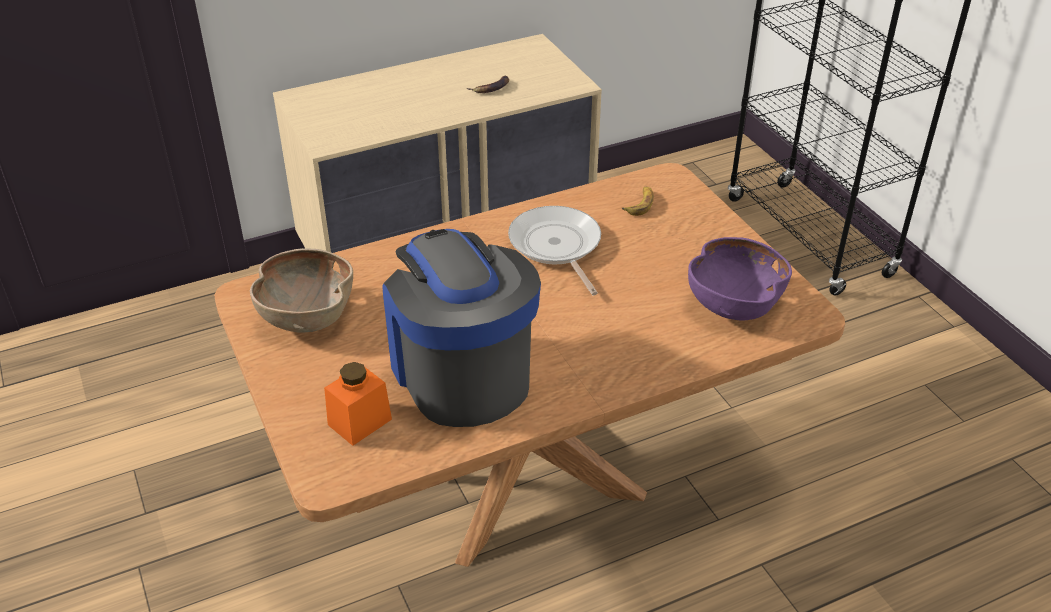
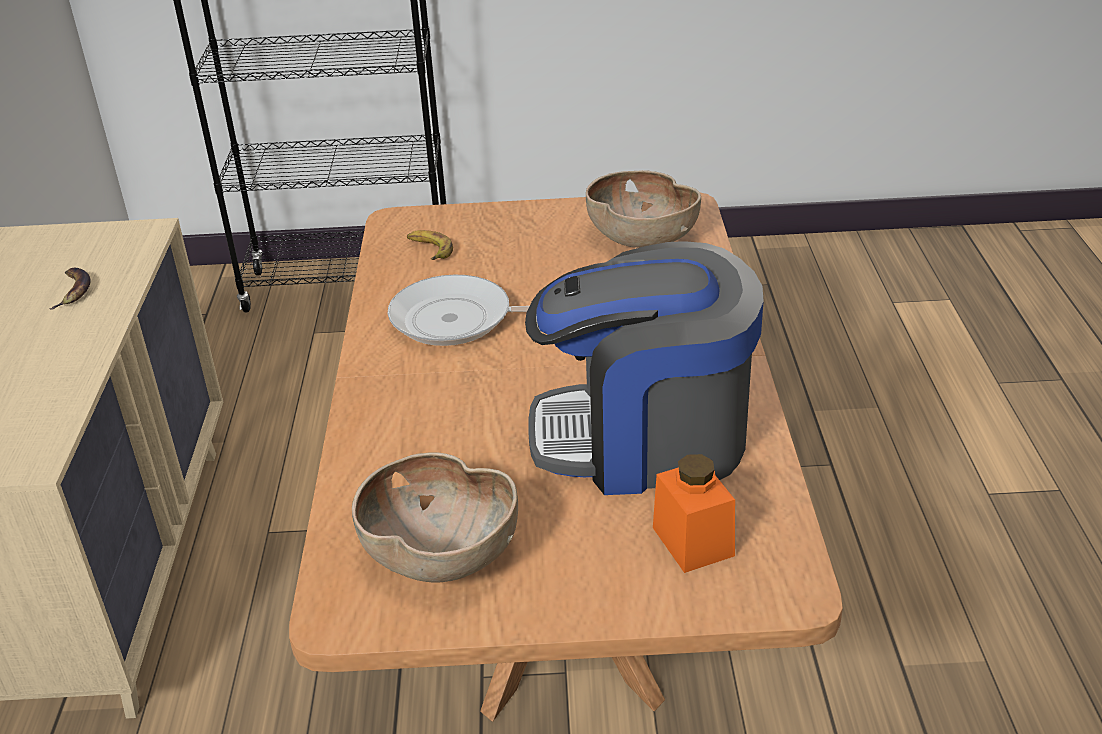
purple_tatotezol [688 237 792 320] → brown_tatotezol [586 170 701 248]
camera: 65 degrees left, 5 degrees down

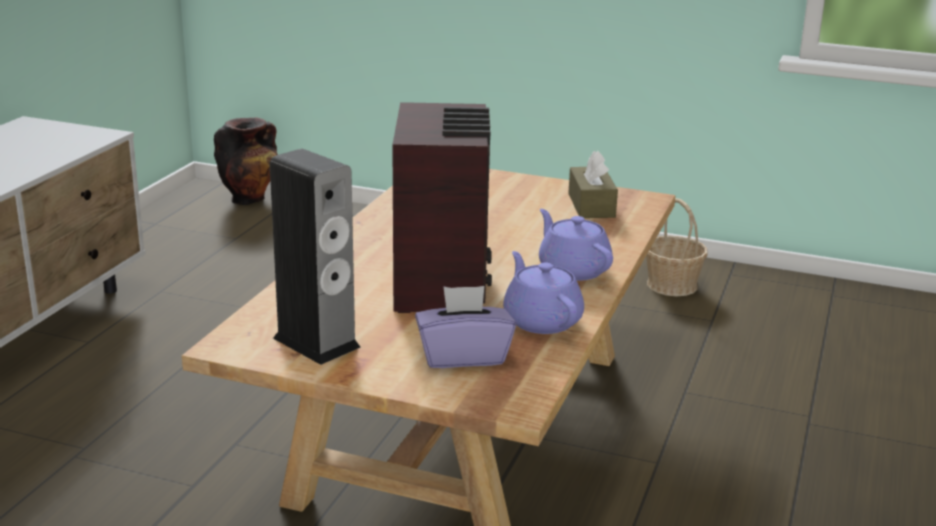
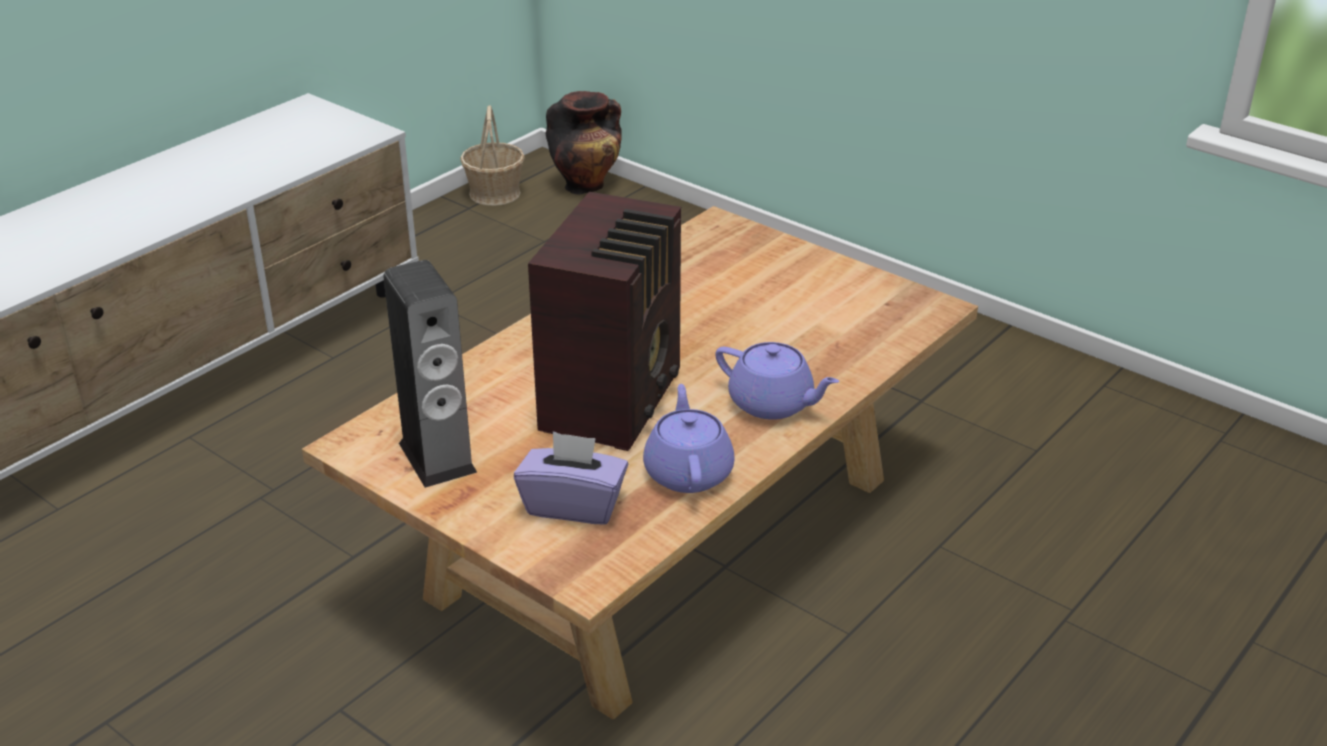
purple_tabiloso [539 209 613 281] → purple_tabiloso [715 342 839 420], 135 degrees clockwise
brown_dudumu [568 151 618 218] → -
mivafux [646 198 708 296] → mivafux [460 105 525 206], shifted
camera: 20 degrees right, 10 degrees up

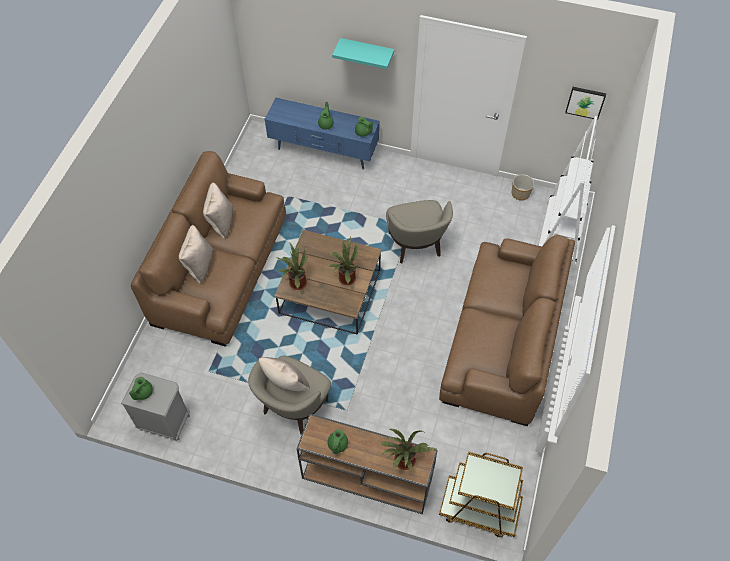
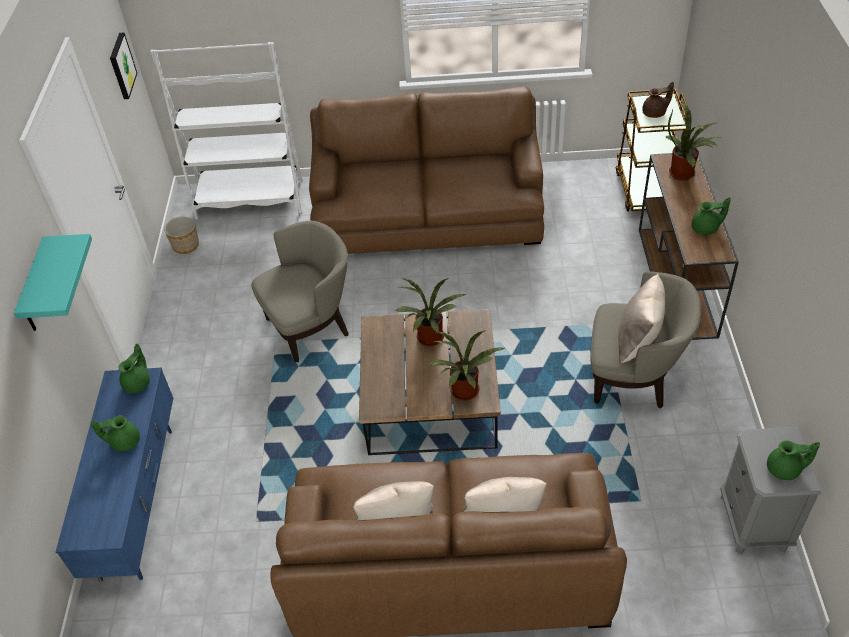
- → brown_tabiloso [642 82 674 118]
camera: 105 degrees left, 10 degrees down

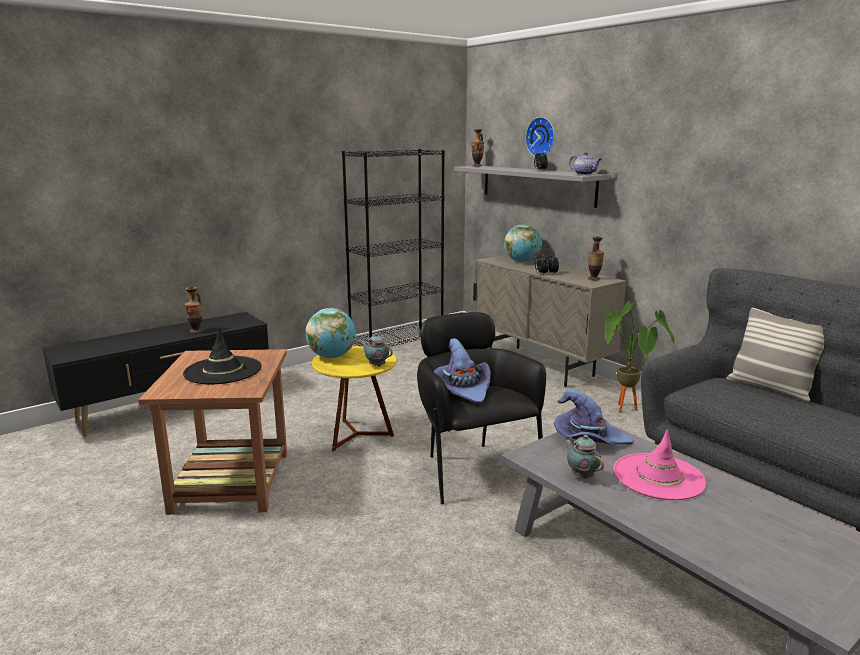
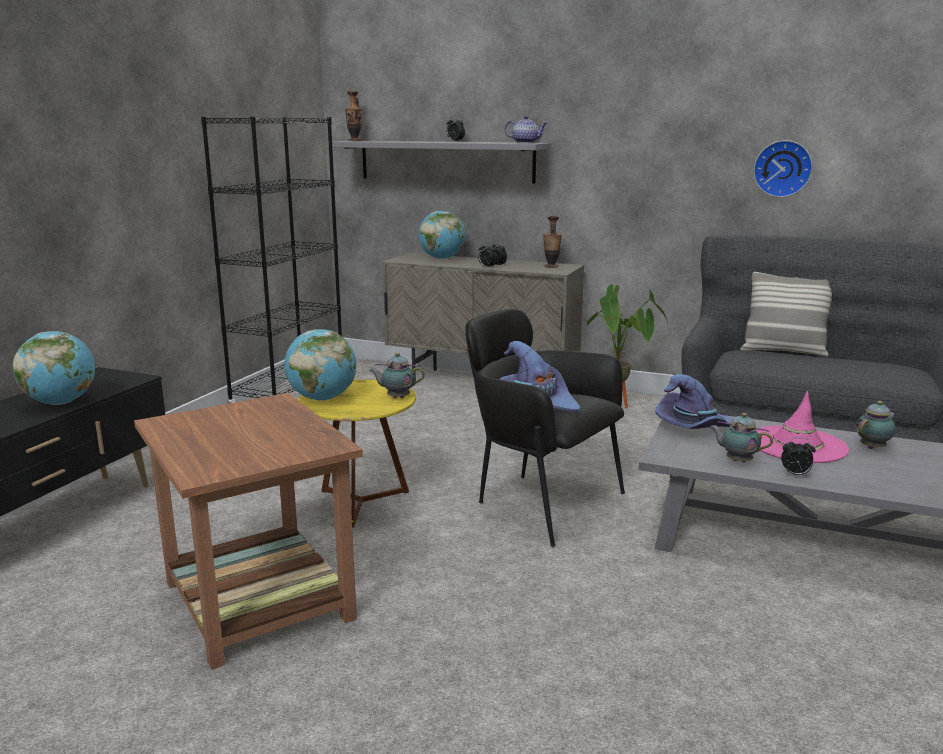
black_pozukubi [183 327 262 384] → -
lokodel [184 287 203 333] → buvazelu [13 331 95 405]
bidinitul [525 117 555 157] → bidinitul [753 140 813 197], shifted
- → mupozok [781 437 816 477]
- → tabiloso [856 401 896 449]
camera: 30 degrees left, 0 degrees up

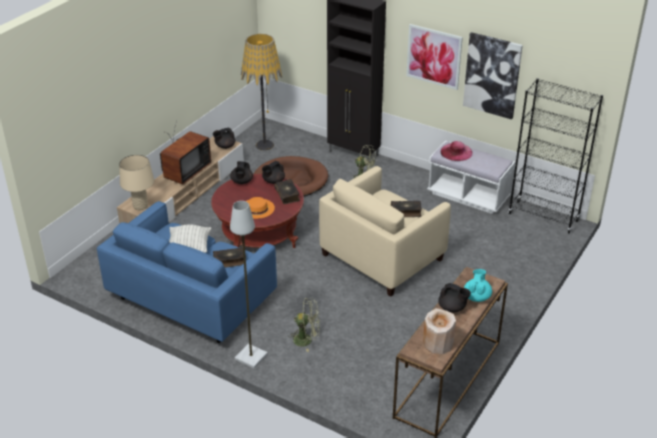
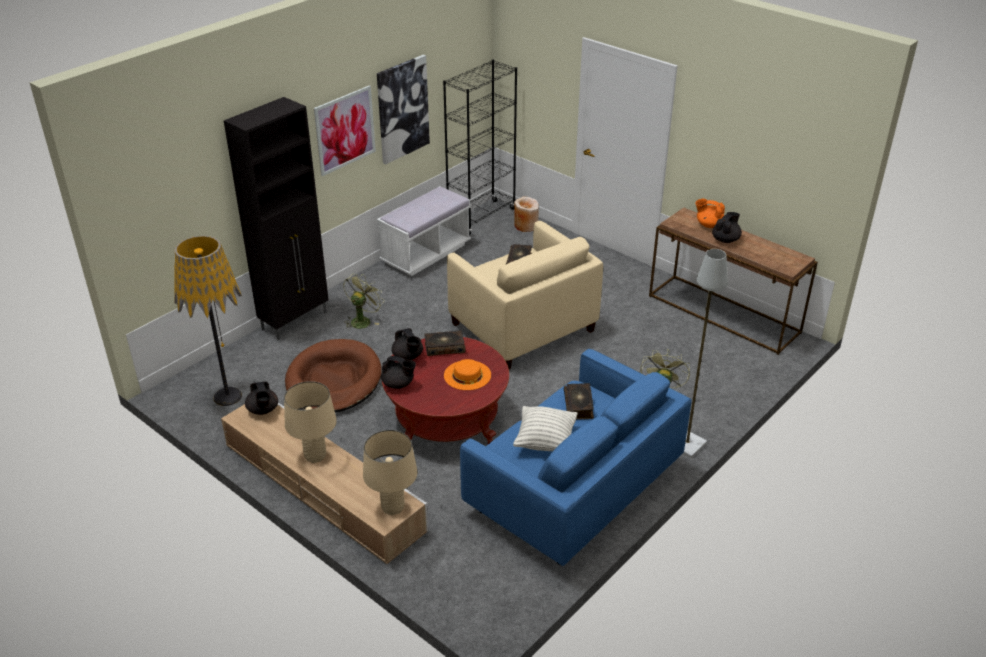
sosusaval [160 121 211 185] → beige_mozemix [284 381 337 463]
beige_lokodel [423 308 456 354] → beige_lokodel [514 196 539 232], shifted
pink_pozukubi [441 141 473 161] → -
turquoise_tabiloso [464 269 492 302] → orange_tabiloso [696 199 725 228]
camera: 80 degrees left, 0 degrees up

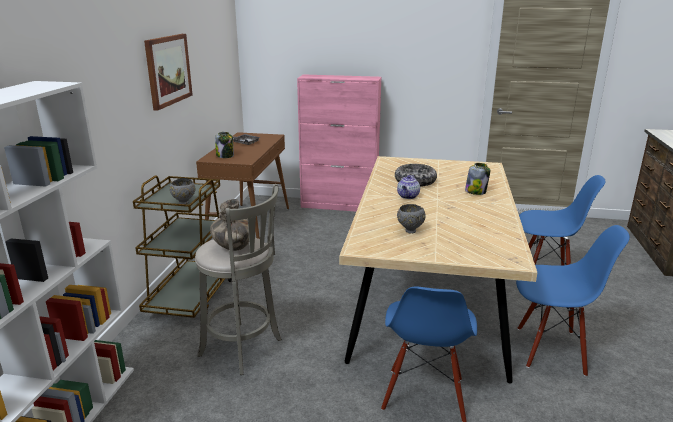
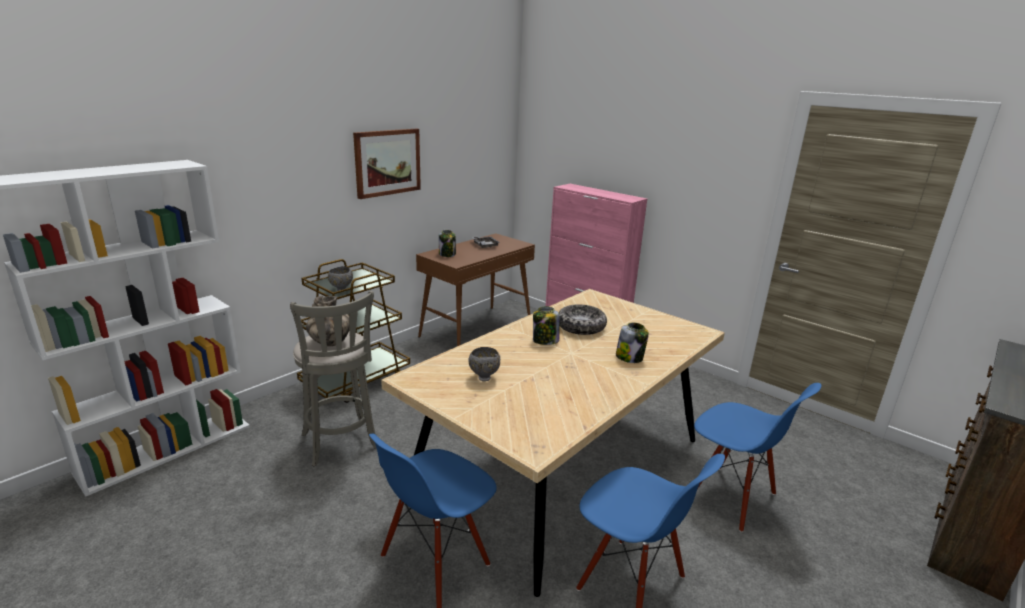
tabiloso [397 175 420 199] → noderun [533 307 560 345]
camera: 30 degrees right, 0 degrees up

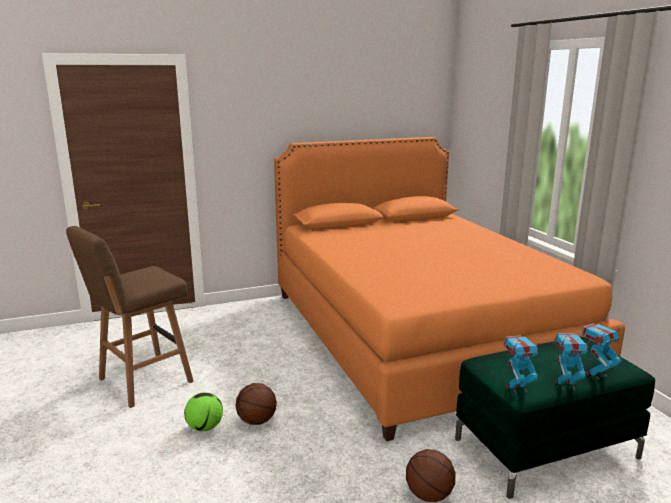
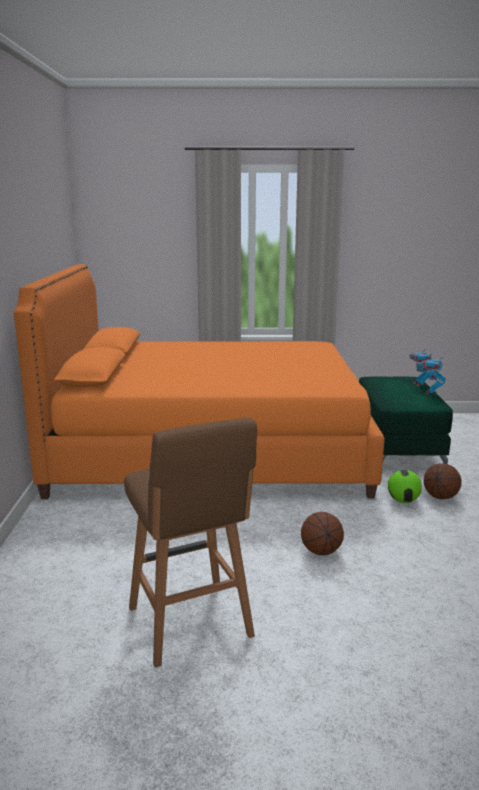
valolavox [184 392 223 432] → valolavox [388 470 422 503], shifted
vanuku [503 335 542 394] → -
camera: 70 degrees left, 0 degrees up

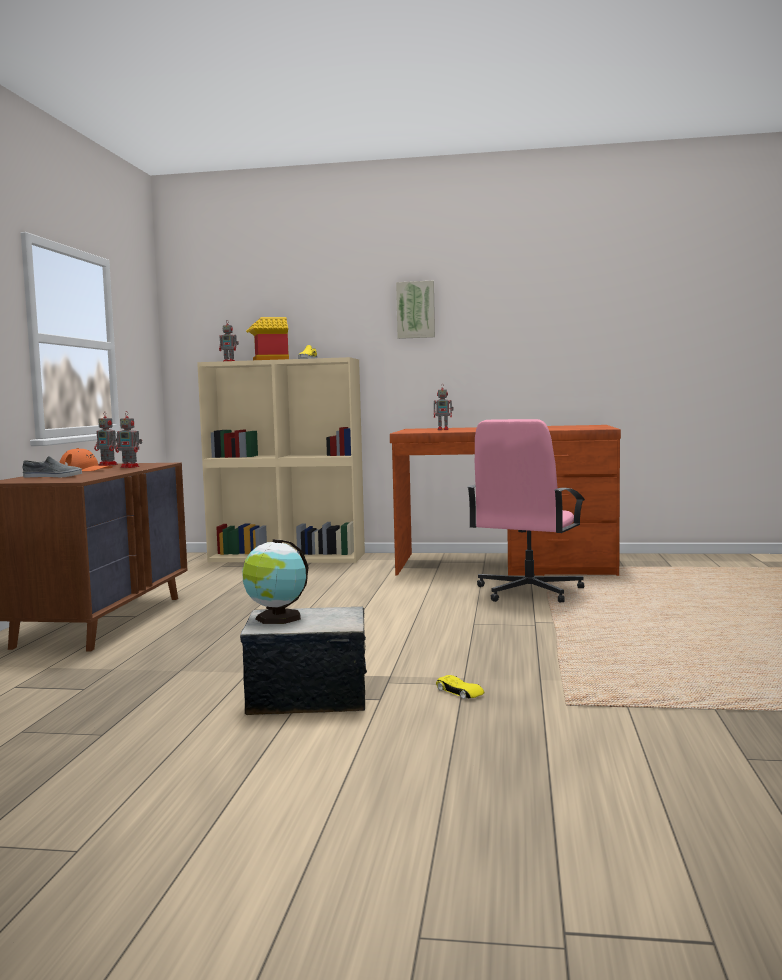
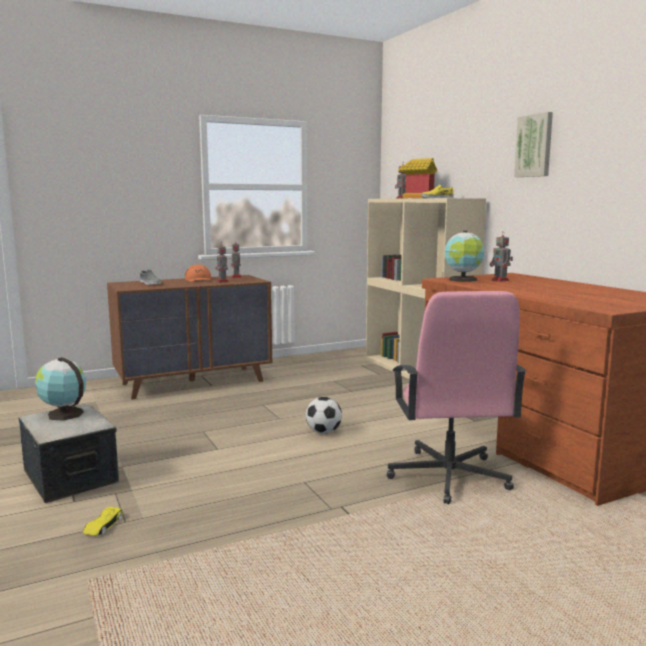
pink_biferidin [468 419 585 602] → pink_biferidin [387 291 527 504], 90 degrees counterclockwise
- → valolavox [306 397 342 434]
- → buvazelu [445 231 484 282]
camera: 55 degrees right, 5 degrees up

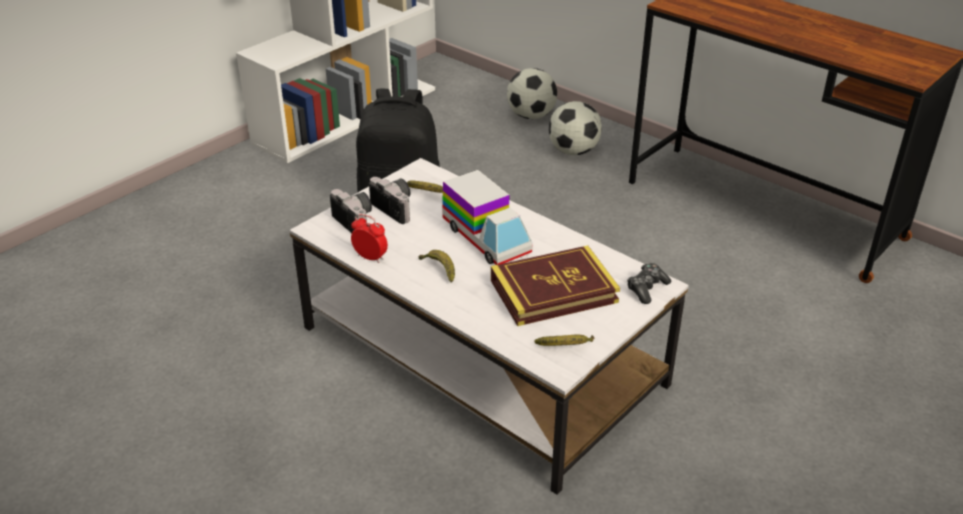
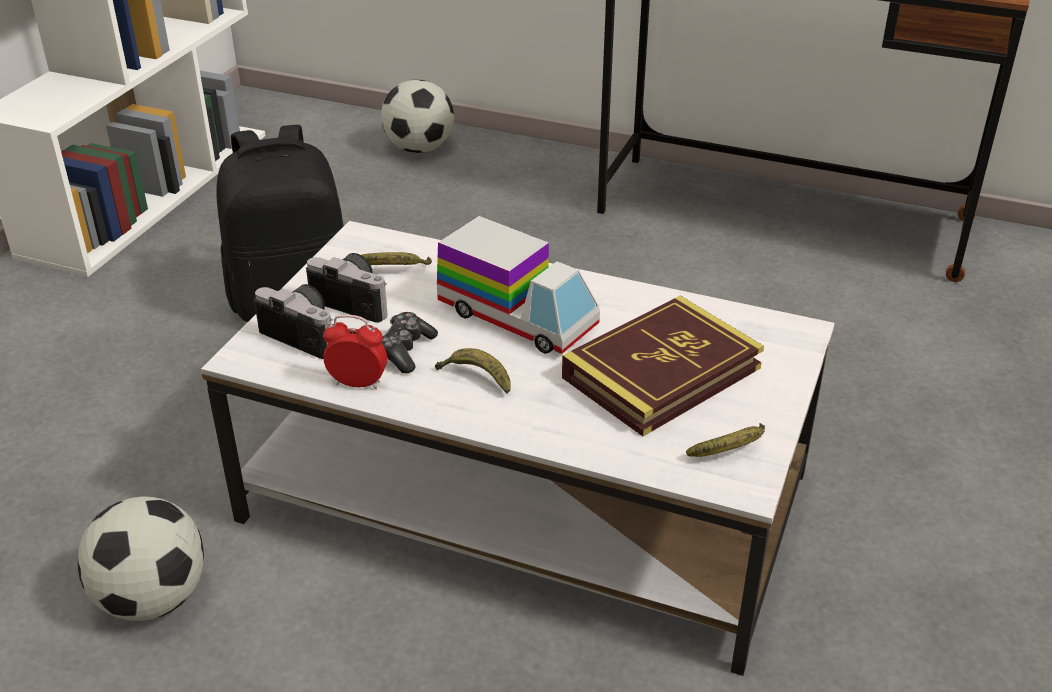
valolavox [549 101 602 155] → valolavox [78 496 204 621], shifted
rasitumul [627 263 671 304] → rasitumul [382 312 438 374], shifted
camera: 20 degrees left, 0 degrees up

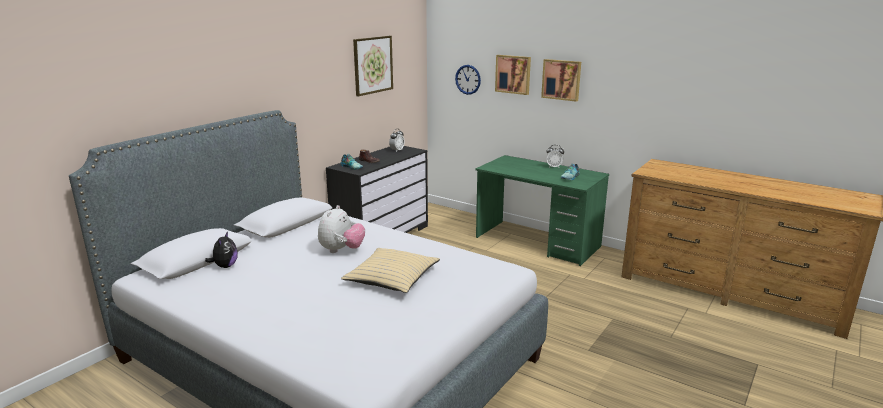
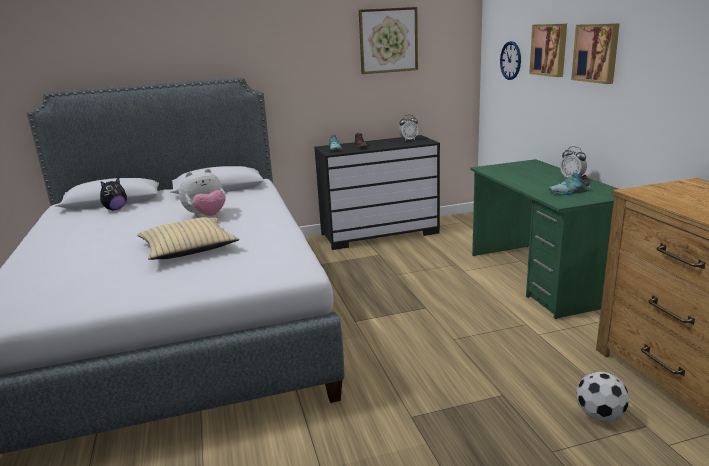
- → valolavox [576 371 629 422]
camera: 40 degrees right, 0 degrees up

